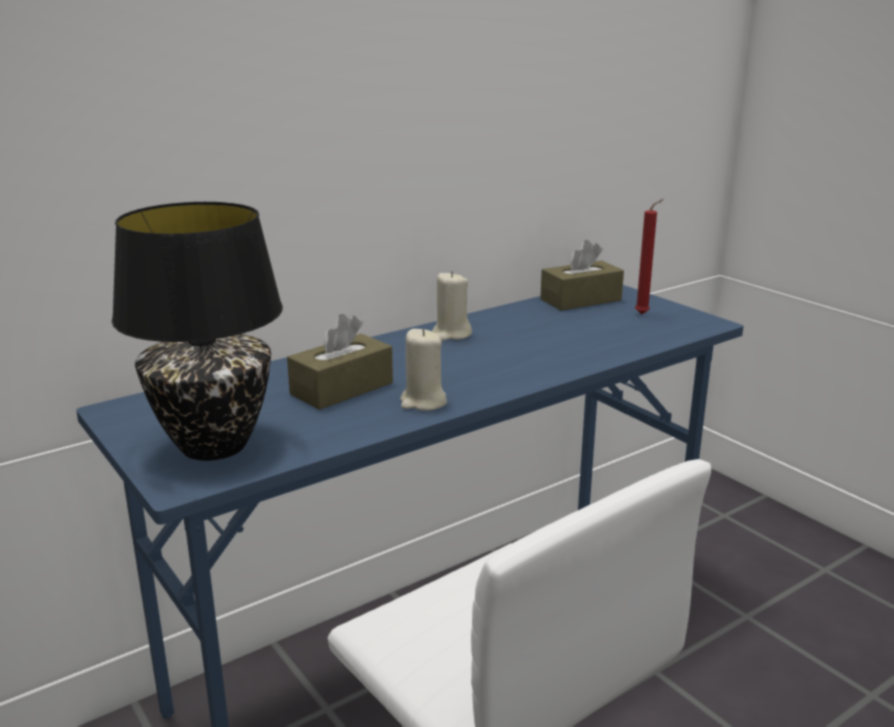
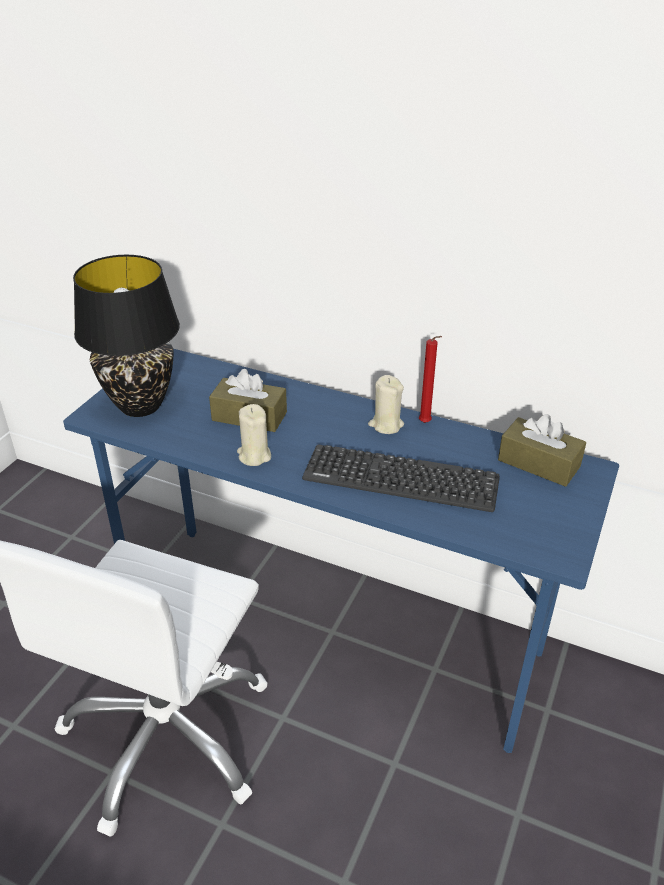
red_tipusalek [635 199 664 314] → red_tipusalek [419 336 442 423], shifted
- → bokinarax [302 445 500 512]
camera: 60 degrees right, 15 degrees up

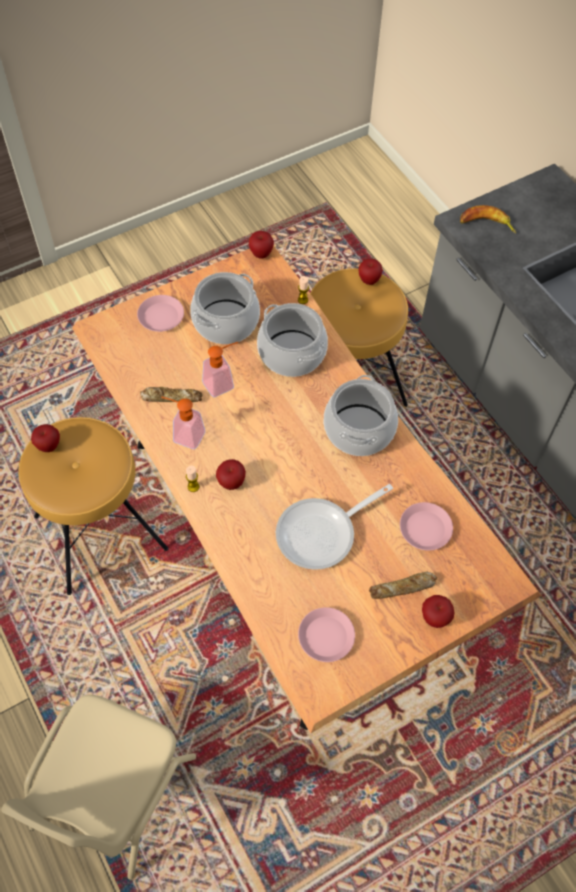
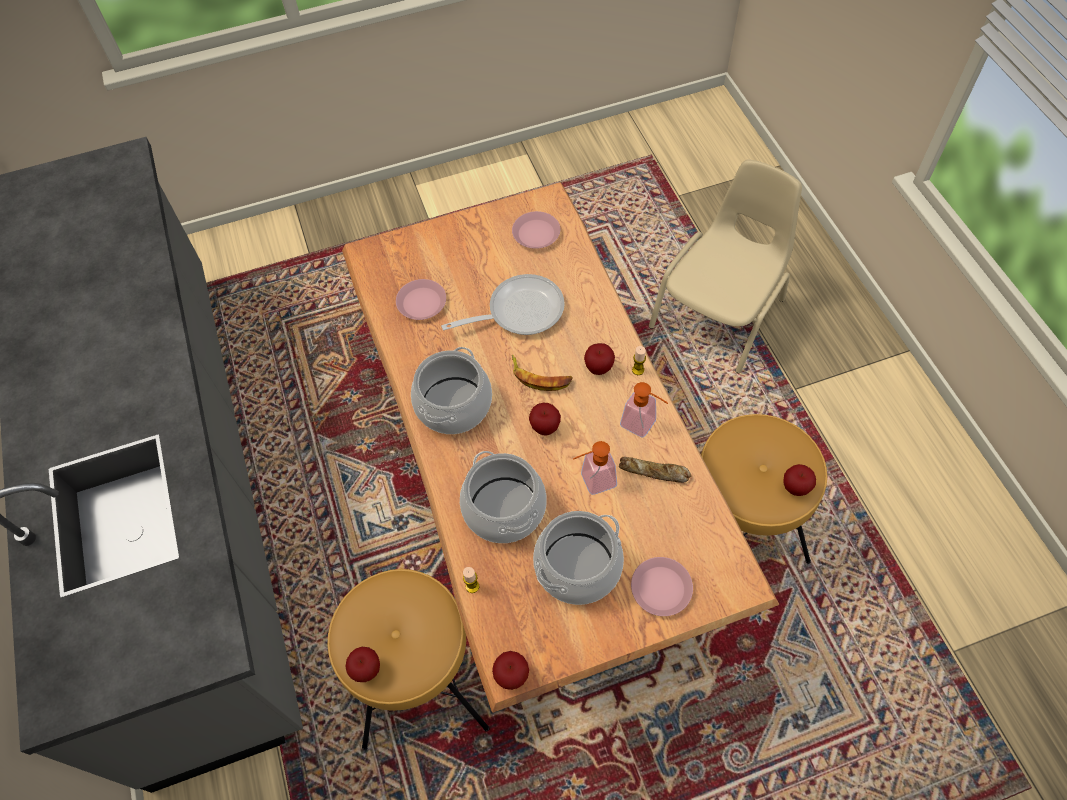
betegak [369 572 437 599] → -
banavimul [422 595 455 628] → banavimul [529 403 561 436], shifted
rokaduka [460 205 516 233] → rokaduka [512 354 573 391], shifted
camera: 165 degrees left, 0 degrees up

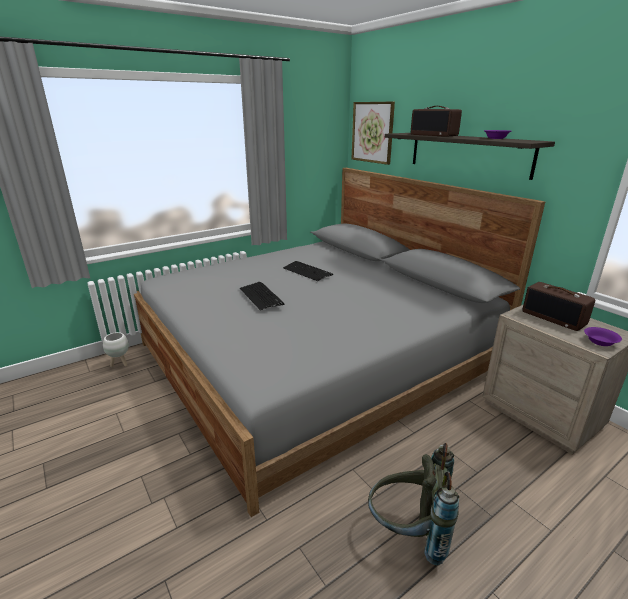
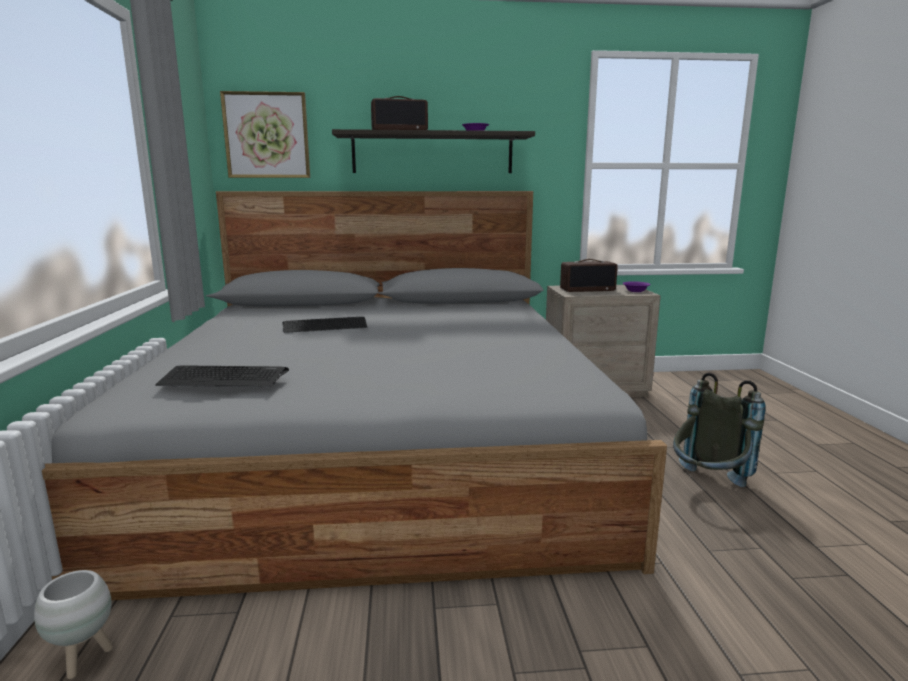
bokinarax [240 282 284 310] → bokinarax [155 365 289 387], shifted
camera: 60 degrees left, 10 degrees down

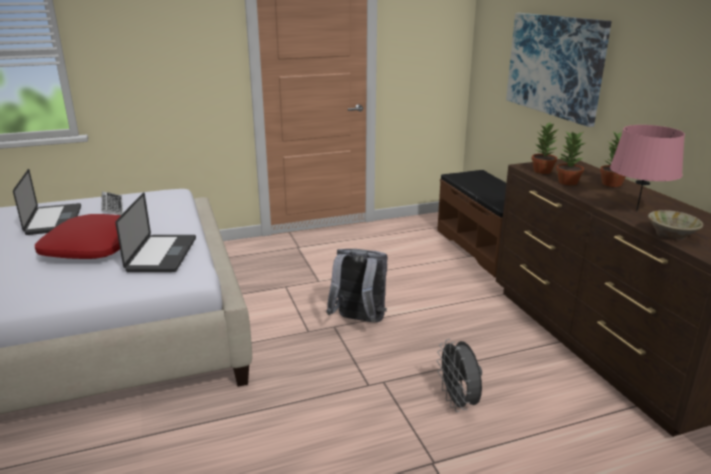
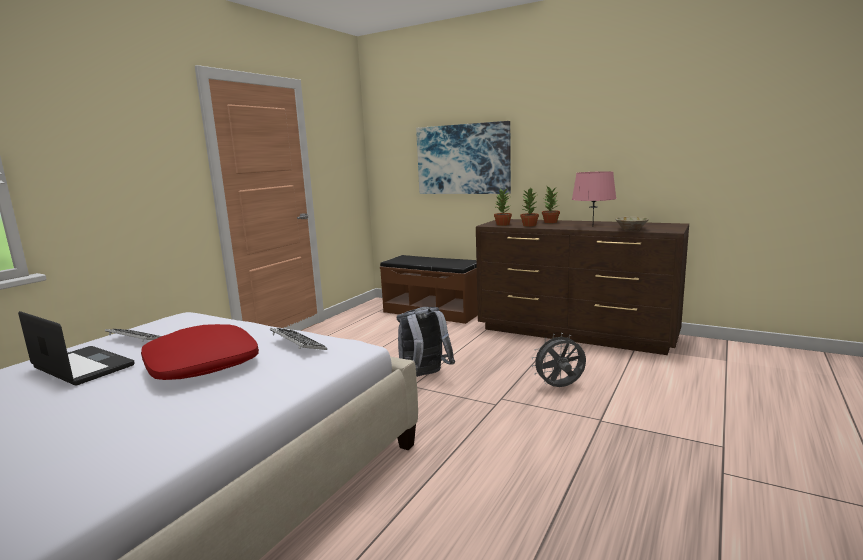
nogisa [115 192 196 272] → bokinarax [270 328 327 350]
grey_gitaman [437 339 482 412] → grey_gitaman [532 333 586 387], 135 degrees clockwise
camera: 40 degrees left, 10 degrees down

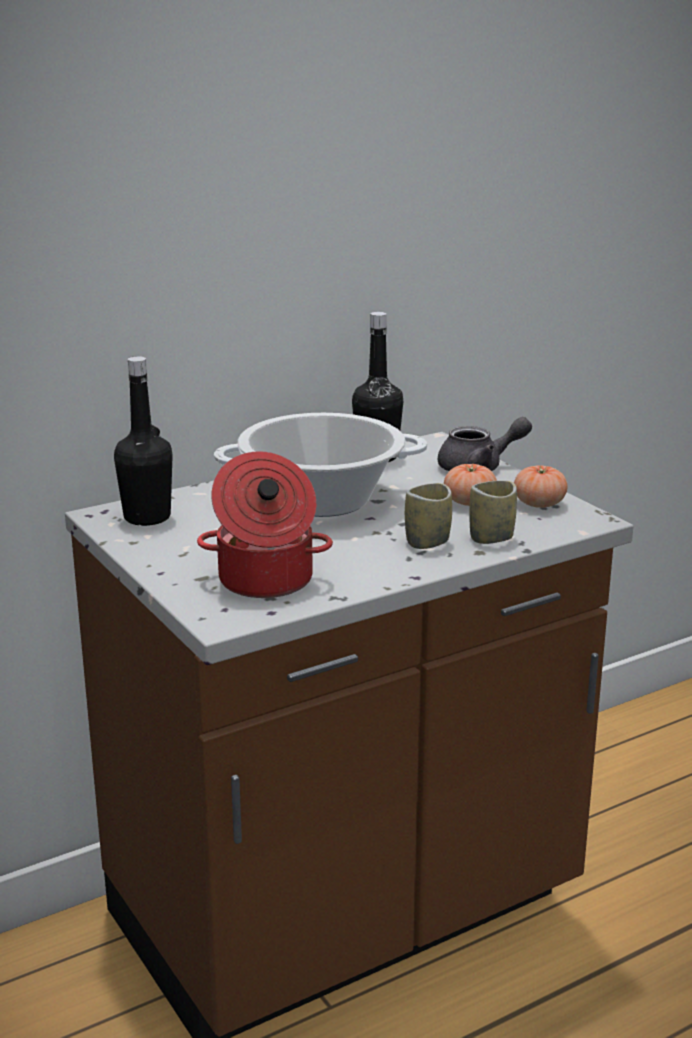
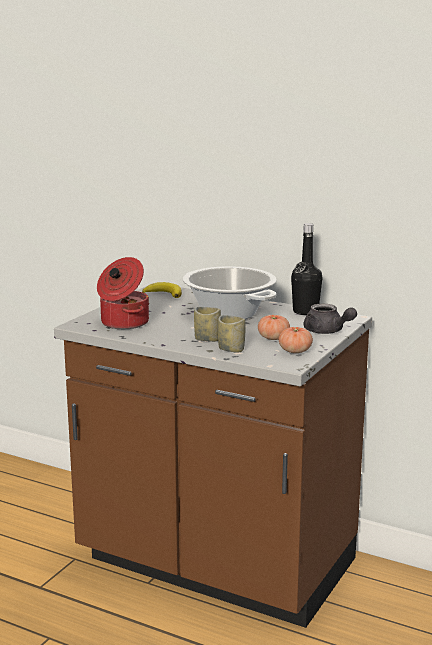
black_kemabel [114 356 173 526] → rokaduka [142 282 182 298]
camera: 60 degrees right, 5 degrees down

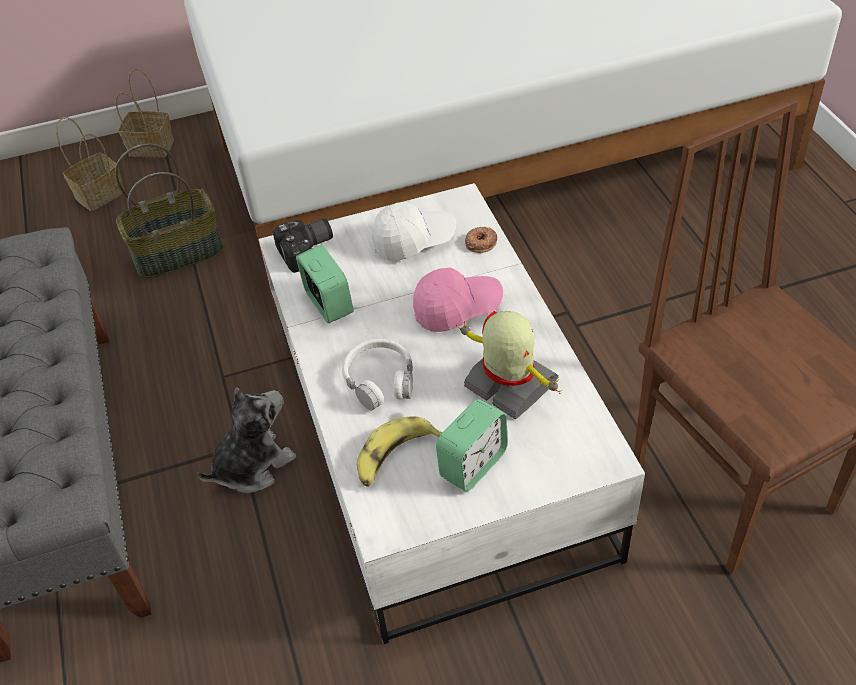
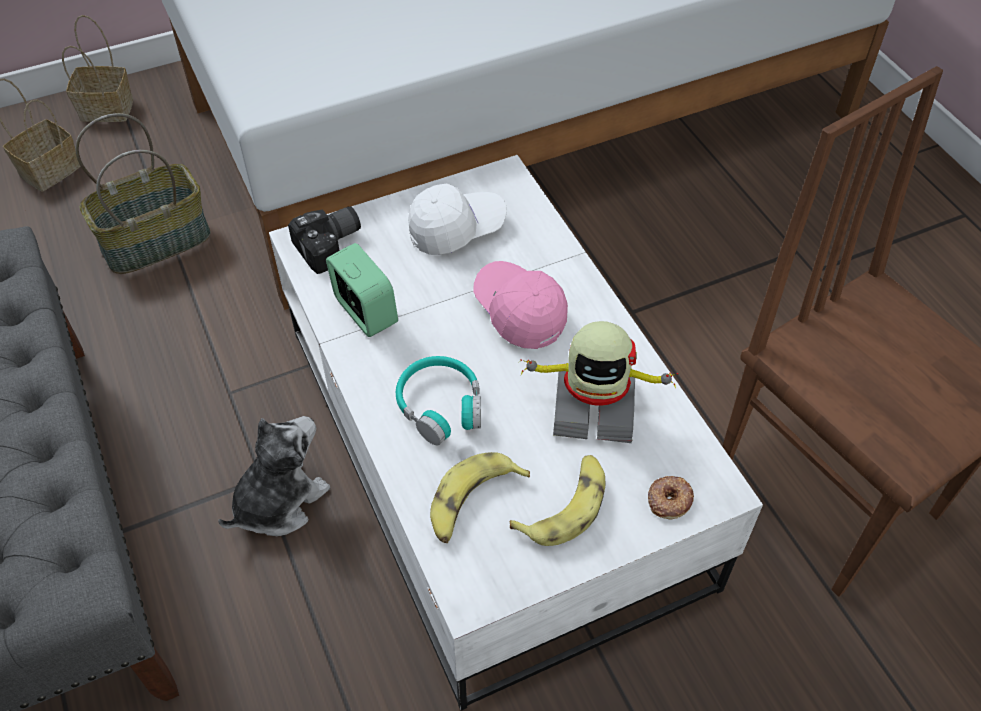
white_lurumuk [342 339 413 410] → turquoise_lurumuk [396 356 481 446]
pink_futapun [413 268 503 332] → pink_futapun [473 261 568 349], 105 degrees counterclockwise
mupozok [436 399 508 492] → rokaduka [510 455 605 546]
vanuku [456 311 562 420] → vanuku [520 321 678 443], 150 degrees clockwise
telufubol [465 227 497 253] → telufubol [648 476 694 519], shifted
camera: 10 degrees left, 5 degrees up

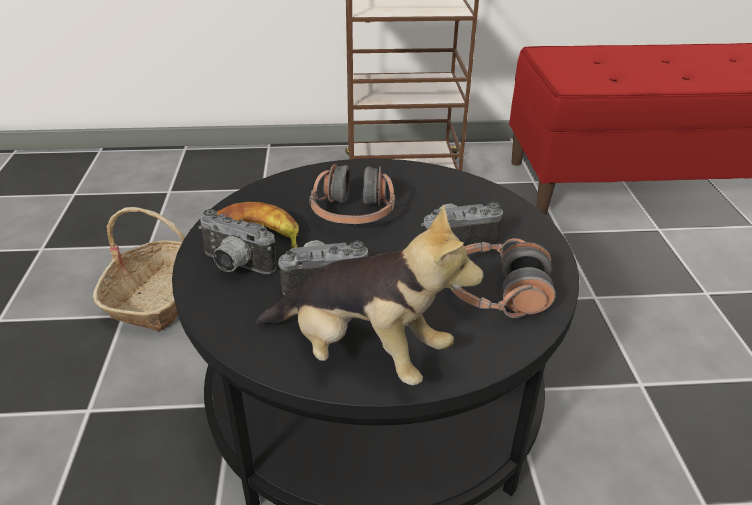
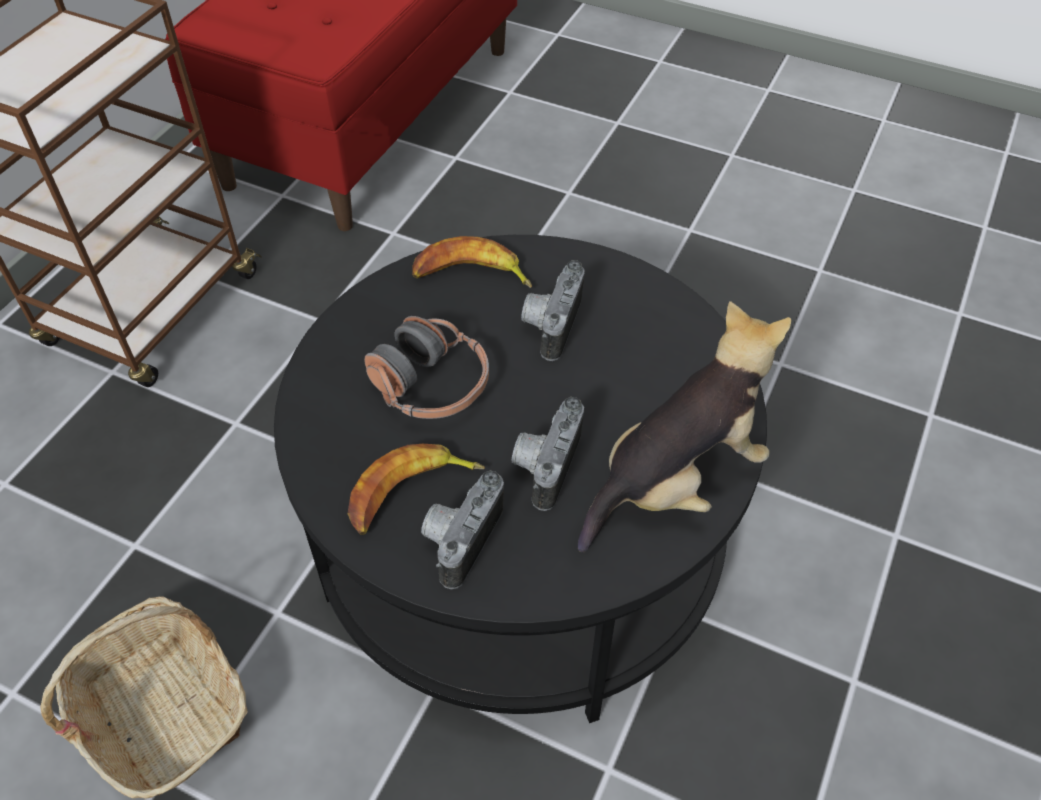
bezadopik [198 209 276 274] → bezadopik [421 470 504 589], 150 degrees clockwise
lurumuk [451 238 556 318] → -
- → rokaduka [412 236 532 288]
camera: 60 degrees left, 15 degrees up

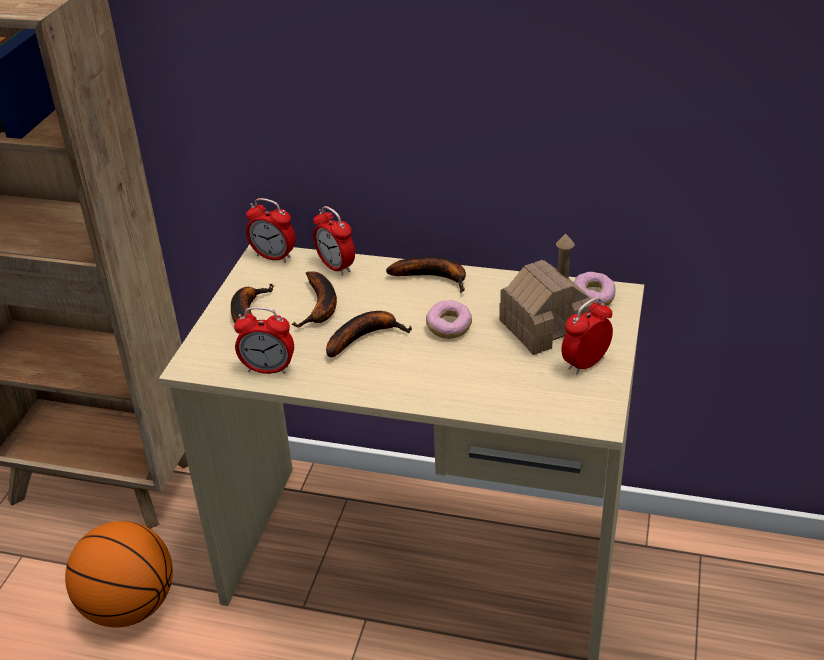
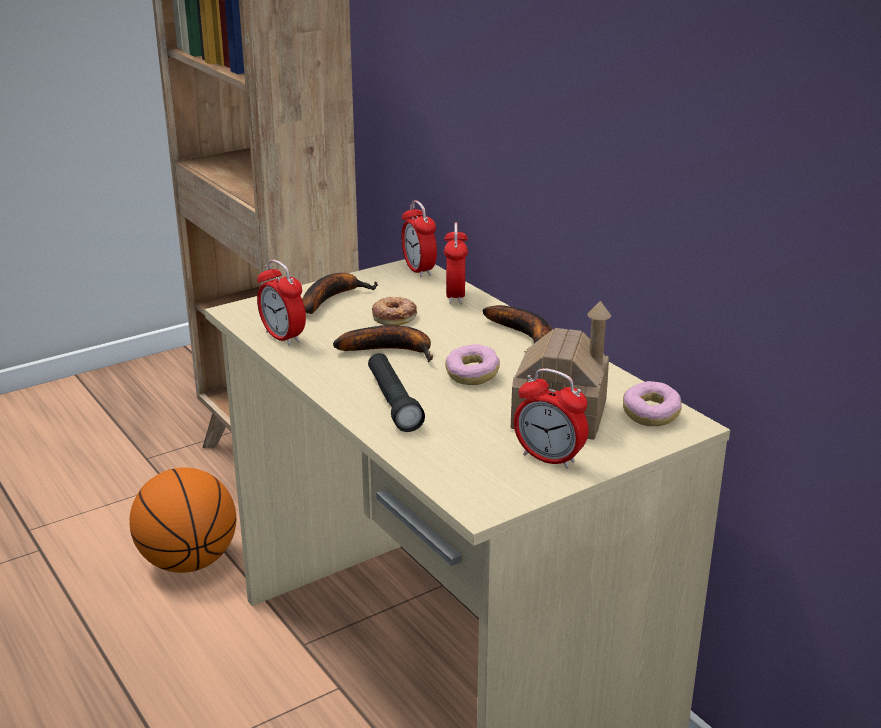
rokaduka [291 272 337 327] → telufubol [372 297 417 325]
mupozok [561 297 613 374] → mupozok [514 368 588 469], 150 degrees counterclockwise
- → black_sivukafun [368 353 425 432]
camera: 40 degrees right, 10 degrees down

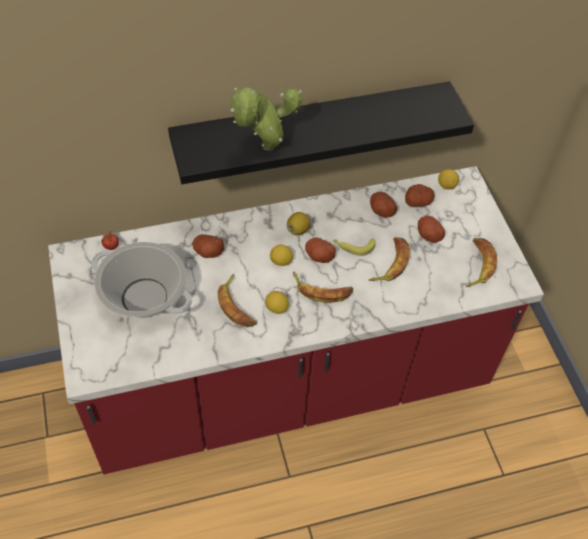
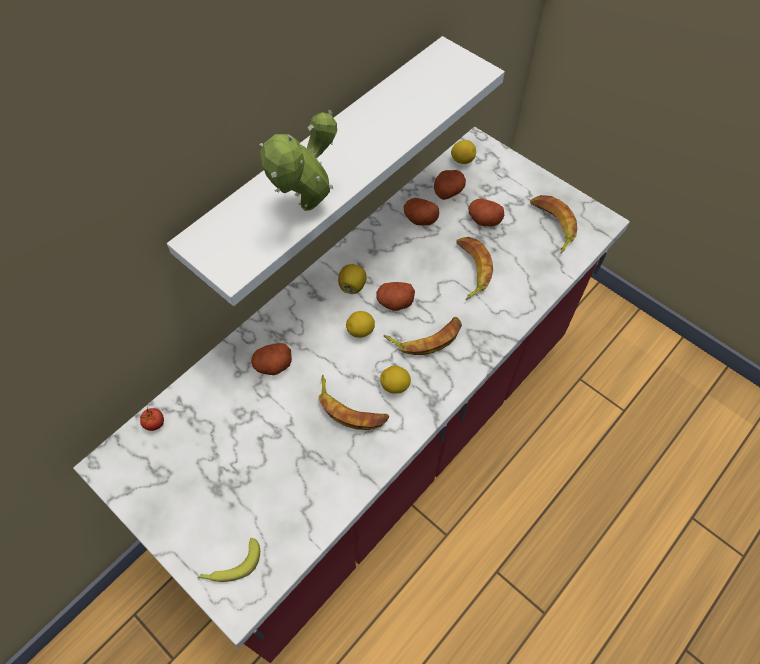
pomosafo [92 242 192 318] → -
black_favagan [168 81 474 184] → white_favagan [167 36 505 306]
rokaduka [332 238 376 256] → rokaduka [197 538 260 582], shifted
camera: 30 degrees left, 5 degrees up

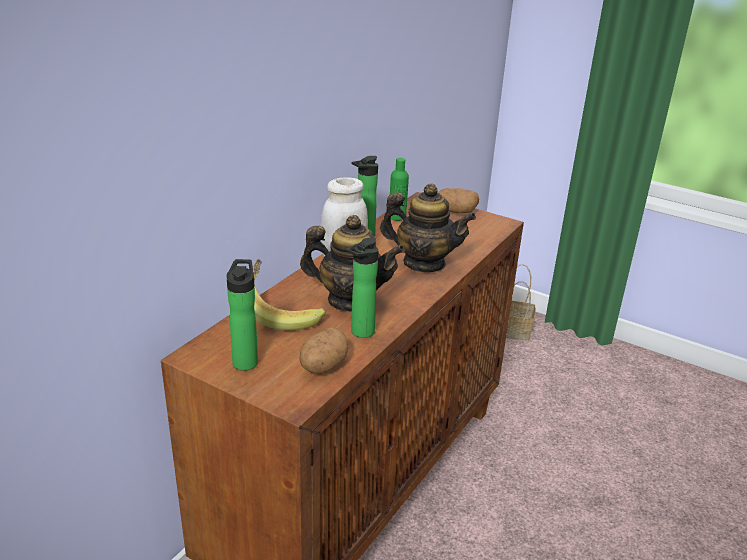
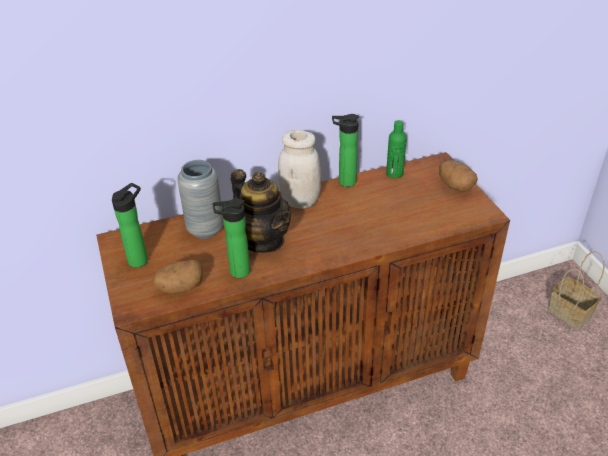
rokaduka [253 259 326 330] → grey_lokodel [177 160 224 239]
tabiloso [380 183 476 272] → -
camera: 40 degrees right, 10 degrees up

